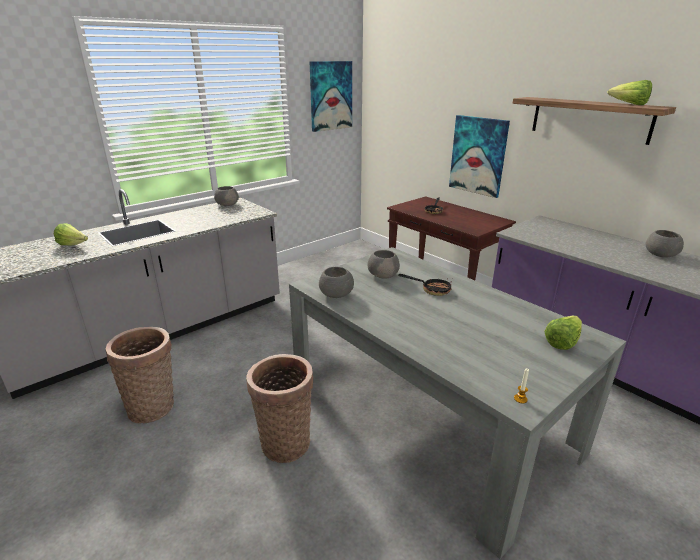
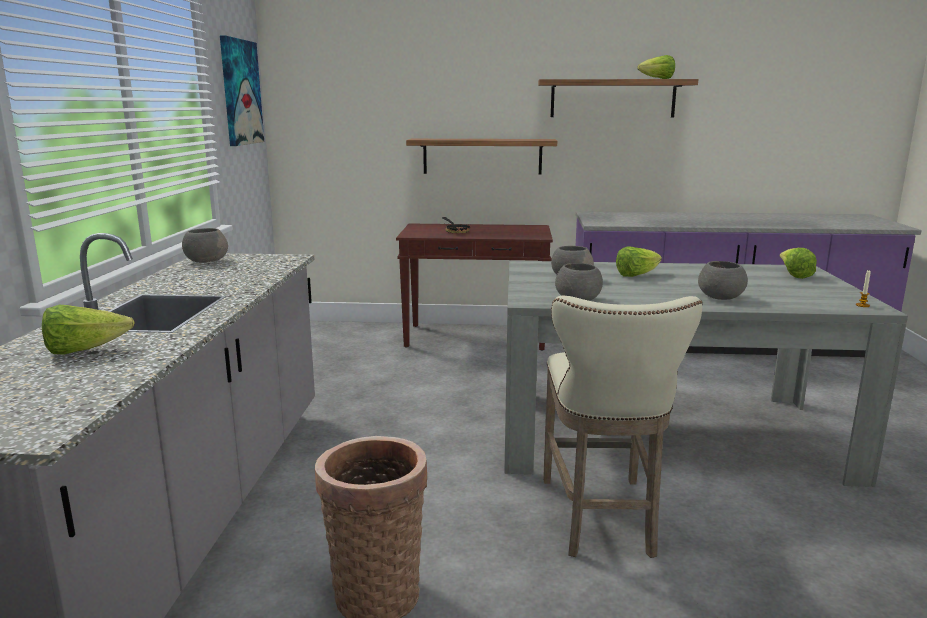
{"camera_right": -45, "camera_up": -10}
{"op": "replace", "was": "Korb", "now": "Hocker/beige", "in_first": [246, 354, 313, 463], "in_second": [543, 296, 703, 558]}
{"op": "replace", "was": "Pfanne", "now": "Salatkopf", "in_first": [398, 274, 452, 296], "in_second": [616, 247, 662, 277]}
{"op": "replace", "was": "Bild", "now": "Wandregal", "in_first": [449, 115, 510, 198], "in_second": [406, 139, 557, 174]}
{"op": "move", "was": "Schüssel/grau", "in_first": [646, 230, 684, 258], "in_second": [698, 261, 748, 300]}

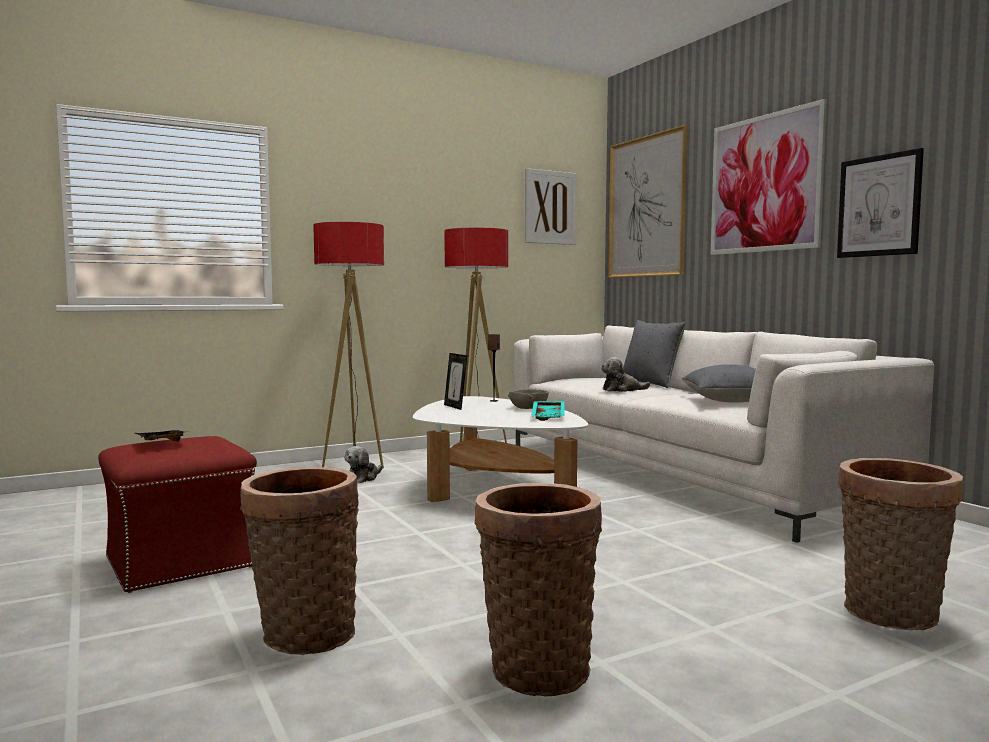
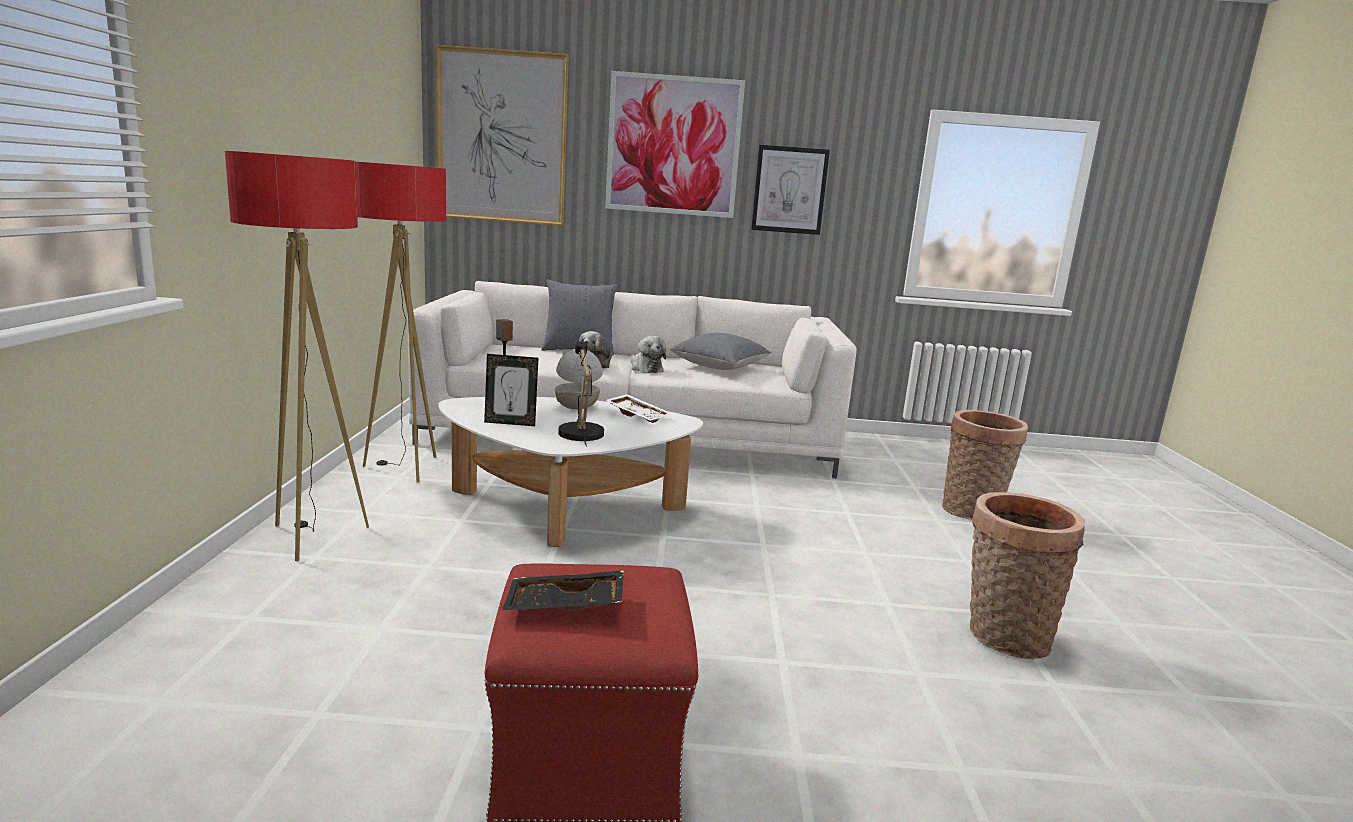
{"camera_right": -60, "camera_up": 10}
{"op": "delete", "was": "Korb", "in_first": [240, 467, 359, 655]}
{"op": "move", "was": "Plüschtier", "in_first": [345, 446, 382, 483], "in_second": [631, 336, 666, 373]}
{"op": "delete", "was": "Bild", "in_first": [525, 168, 576, 245]}
{"op": "recolor", "was": "Tablett/türkis", "now": "Tablett/weiß", "in_first": [531, 401, 565, 421], "in_second": [606, 394, 672, 423]}
{"op": "insert", "now": "Tischlampe", "in_second": [556, 339, 604, 447]}

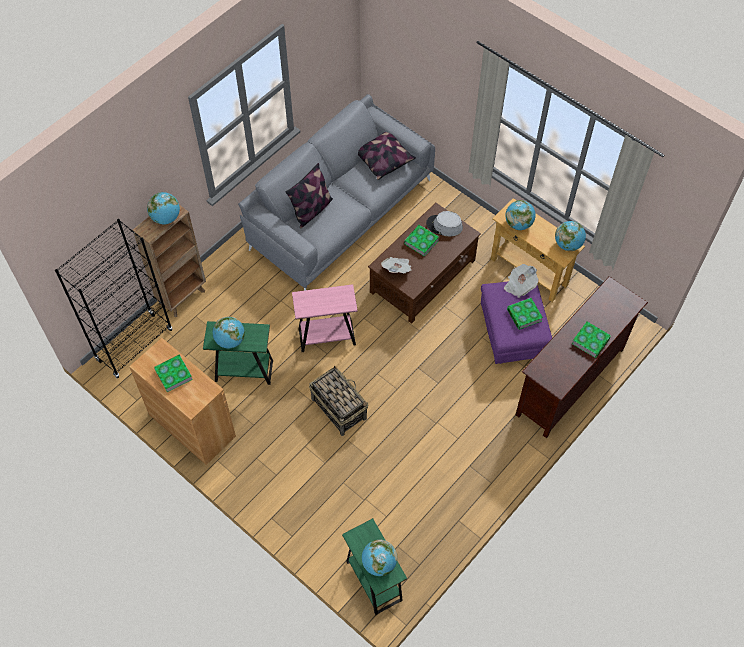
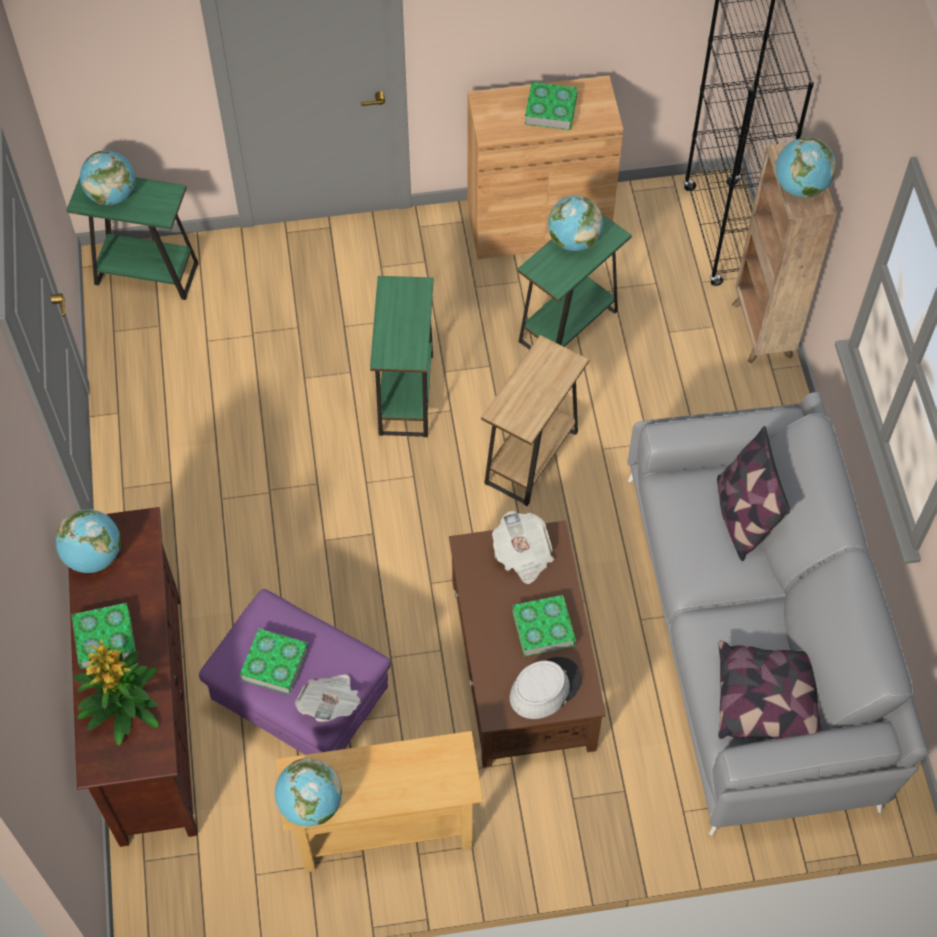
{"camera_right": 130, "camera_up": 0}
{"op": "recolor", "was": "Beistelltisch/rosa", "now": "Beistelltisch/braun", "in_first": [292, 284, 358, 352], "in_second": [481, 335, 589, 506]}
{"op": "replace", "was": "Korb", "now": "Beistelltisch/grün", "in_first": [309, 366, 369, 436], "in_second": [370, 276, 433, 437]}
{"op": "move", "was": "Globus", "in_first": [505, 200, 536, 230], "in_second": [56, 509, 121, 573]}
{"op": "insert", "now": "Topfpflanze", "in_second": [74, 638, 158, 745]}

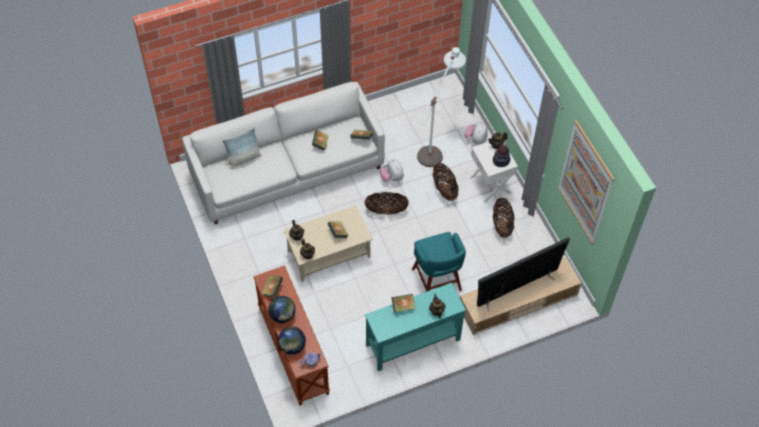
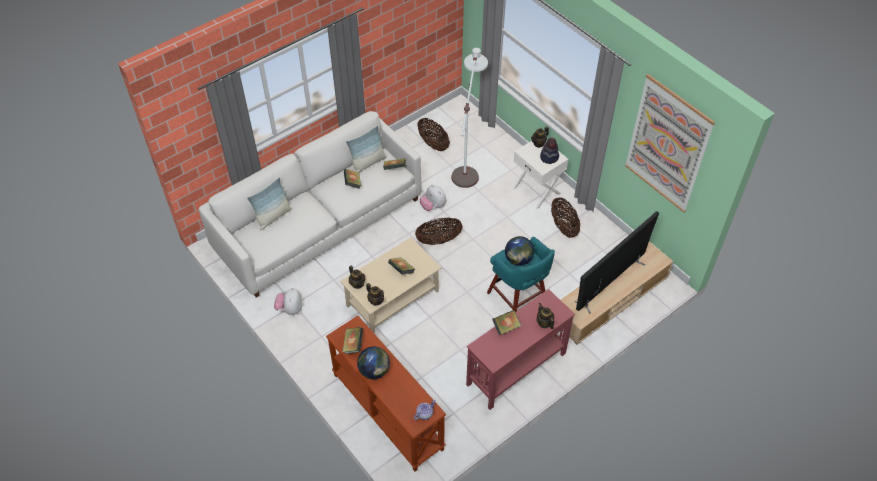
{"camera_right": -15, "camera_up": -5}
{"op": "move", "was": "Globus", "in_first": [278, 327, 306, 355], "in_second": [505, 236, 534, 266]}
{"op": "recolor", "was": "Konsolentisch/türkis", "now": "Konsolentisch/rot", "in_first": [365, 283, 466, 371], "in_second": [466, 289, 575, 410]}
{"op": "move", "was": "Korb", "in_first": [433, 163, 459, 201], "in_second": [417, 118, 450, 151]}
{"op": "move", "was": "Plüschtier", "in_first": [464, 123, 488, 144], "in_second": [274, 288, 302, 315]}
{"op": "insert", "now": "Kissen", "in_second": [346, 126, 386, 172]}

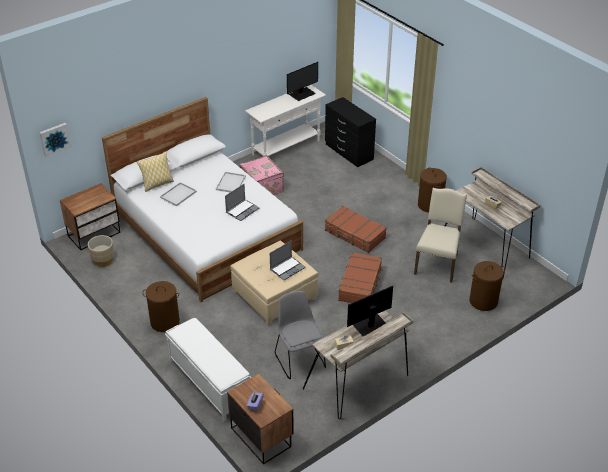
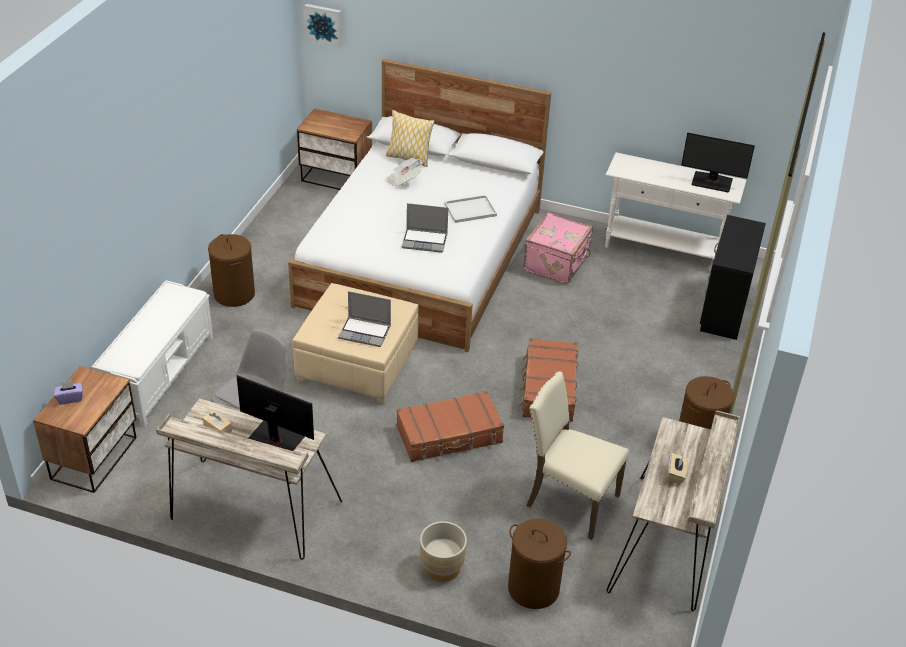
{"camera_right": 55, "camera_up": 0}
{"op": "move", "was": "Pflanzkübel/beige", "in_first": [88, 235, 114, 267], "in_second": [420, 521, 467, 582]}
{"op": "replace", "was": "Tablett/weiß", "now": "Zeitung", "in_first": [160, 182, 197, 206], "in_second": [385, 158, 422, 188]}
{"op": "rotate", "was": "Stuhl/beige", "in_first": [414, 188, 467, 283], "in_second": [526, 371, 629, 540], "clockwise": -135}

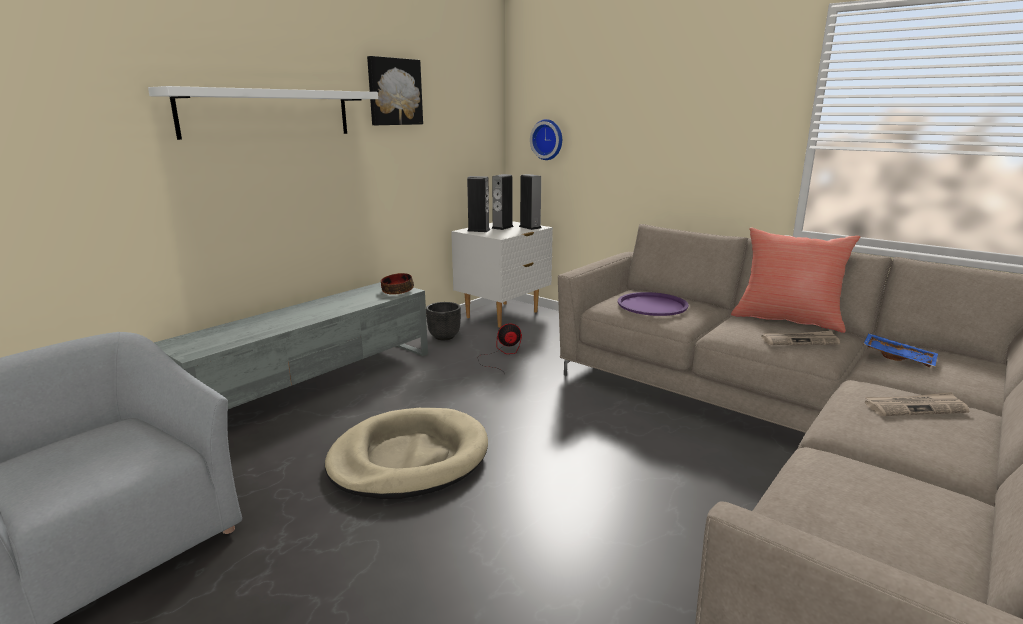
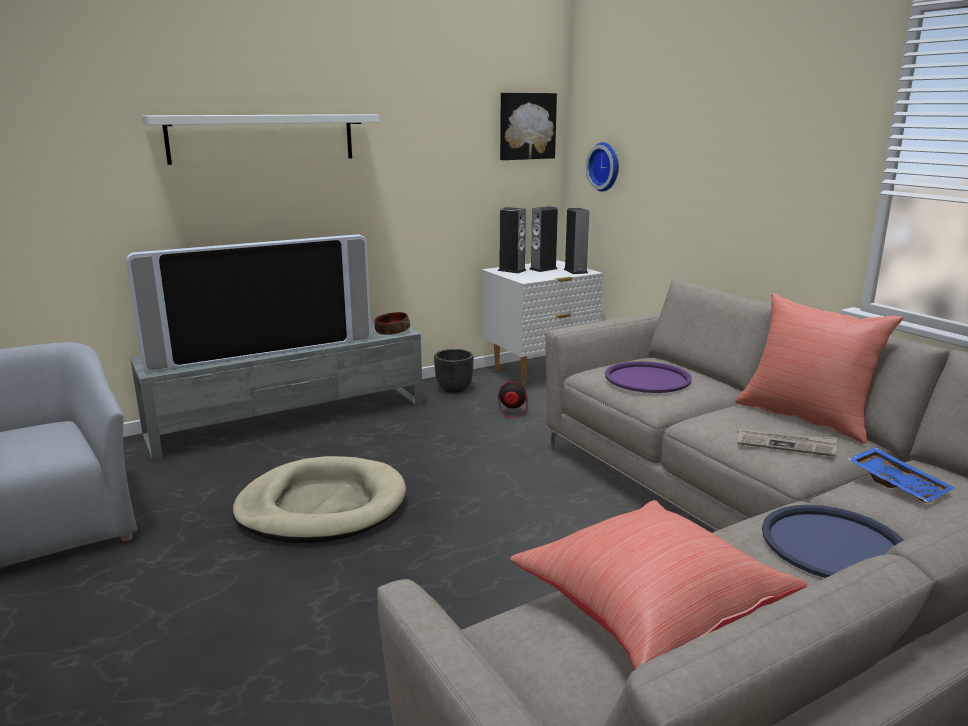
{"camera_right": 20, "camera_up": 0}
{"op": "move", "was": "Bild", "in_first": [367, 56, 423, 125], "in_second": [500, 93, 557, 160]}
{"op": "replace", "was": "Zeitung", "now": "Tablett/blau", "in_first": [865, 392, 969, 416], "in_second": [762, 505, 904, 578]}
{"op": "insert", "now": "Fernseher", "in_second": [126, 234, 371, 372]}
{"op": "insert", "now": "Kissen/rot", "in_second": [510, 500, 807, 670]}

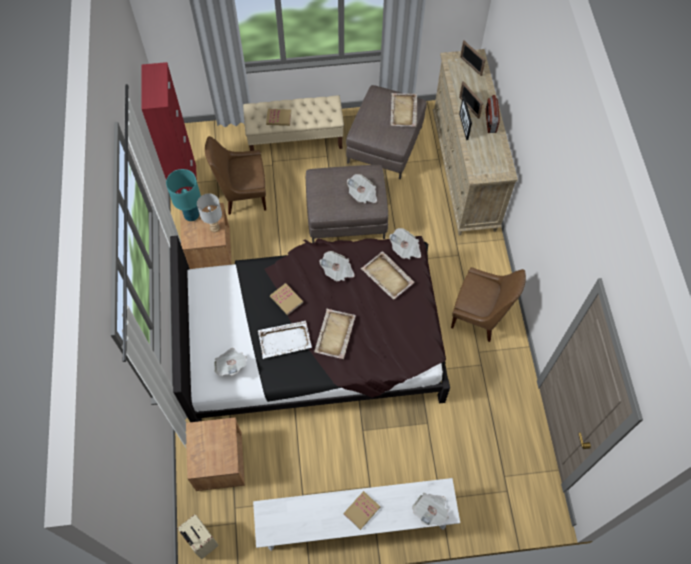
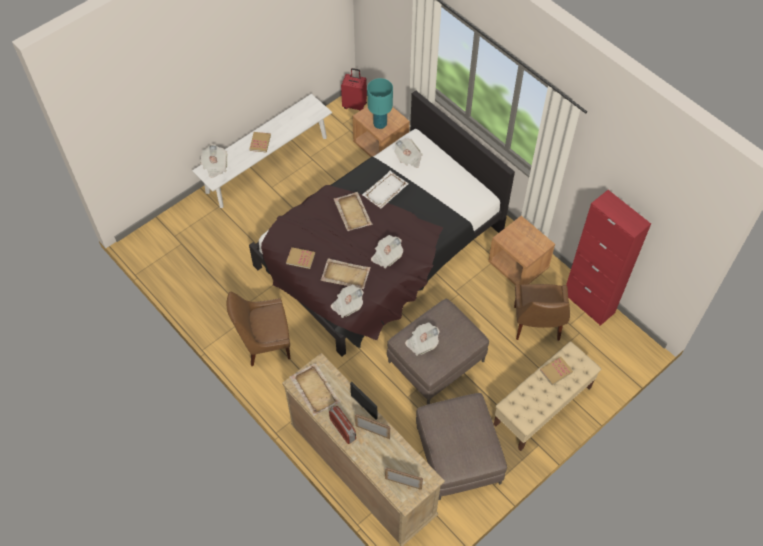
{"camera_right": 145, "camera_up": -5}
{"op": "move", "was": "Tischlampe/türkis", "in_first": [166, 169, 201, 221], "in_second": [367, 78, 393, 129]}
{"op": "recolor", "was": "Koffer/beige", "now": "Koffer/rot", "in_first": [178, 514, 219, 559], "in_second": [341, 68, 367, 111]}
{"op": "delete", "was": "Tischlampe/grau", "in_first": [197, 193, 222, 232]}
{"op": "rotate", "was": "Stuhl/braun", "in_first": [205, 136, 266, 215], "in_second": [514, 284, 570, 341], "clockwise": 135}
{"op": "move", "was": "Buch", "in_first": [270, 283, 303, 315], "in_second": [286, 247, 315, 269]}
{"op": "move", "was": "Tablett/beige", "in_first": [390, 93, 417, 127], "in_second": [290, 363, 341, 416]}

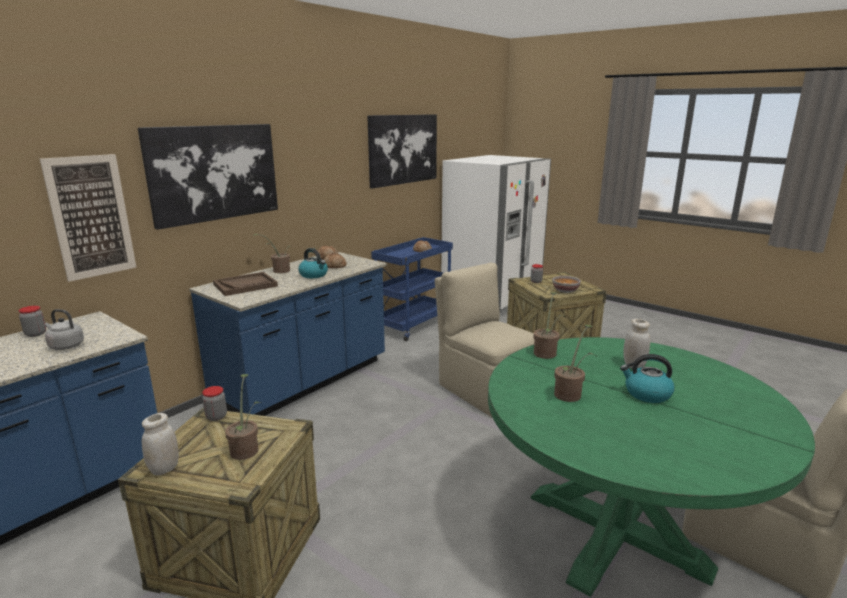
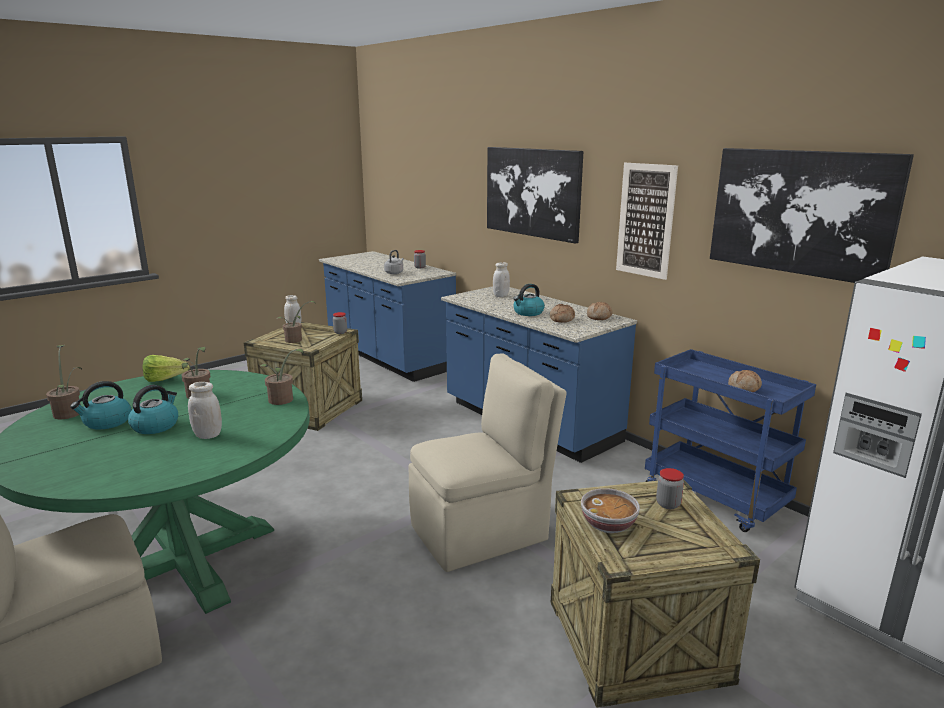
{"camera_right": 100, "camera_up": 0}
{"op": "move", "was": "Bild", "in_first": [40, 154, 136, 282], "in_second": [616, 163, 678, 280]}
{"op": "replace", "was": "Tablett/braun", "now": "Vorratsglas/weiß", "in_first": [213, 272, 278, 296], "in_second": [493, 262, 510, 297]}
{"op": "move", "was": "Topfpflanze", "in_first": [252, 234, 293, 273], "in_second": [46, 345, 82, 419]}
{"op": "insert", "now": "Wasserkessel", "in_second": [70, 381, 131, 430]}
{"op": "insert", "now": "Salatkopf", "in_second": [143, 355, 190, 382]}

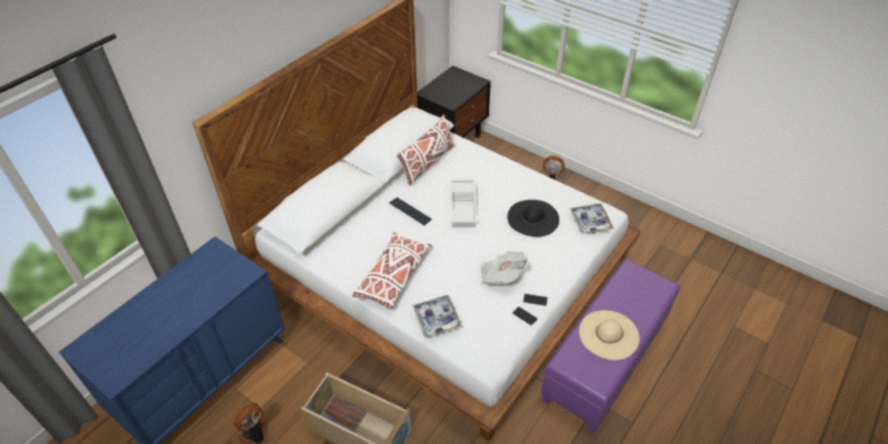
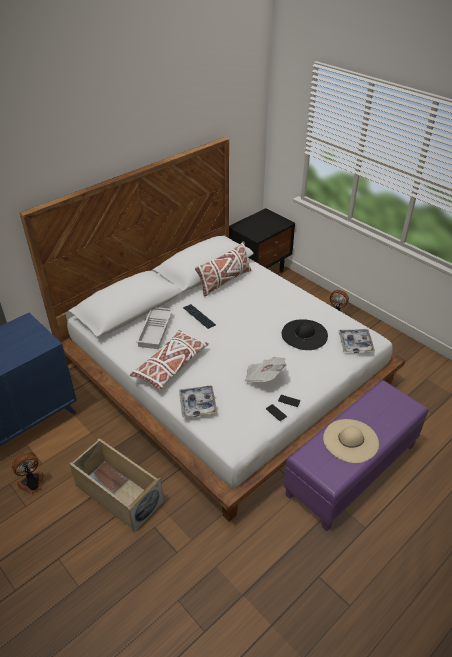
{"camera_right": 10, "camera_up": -5}
{"op": "move", "was": "Tablett/weiß", "in_first": [451, 179, 477, 227], "in_second": [136, 307, 173, 349]}

